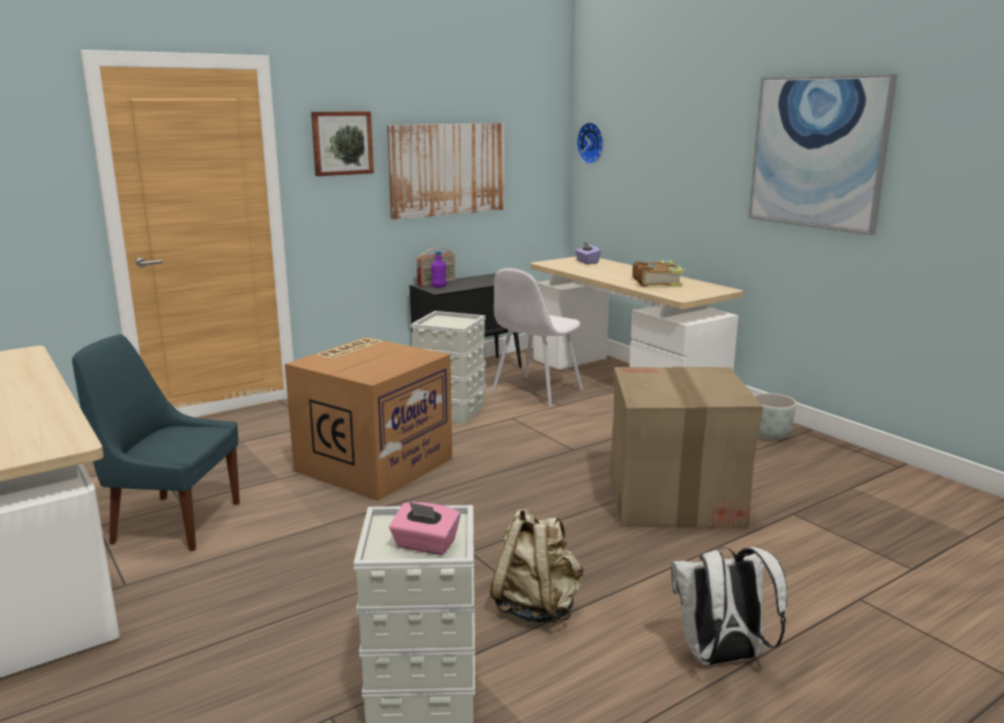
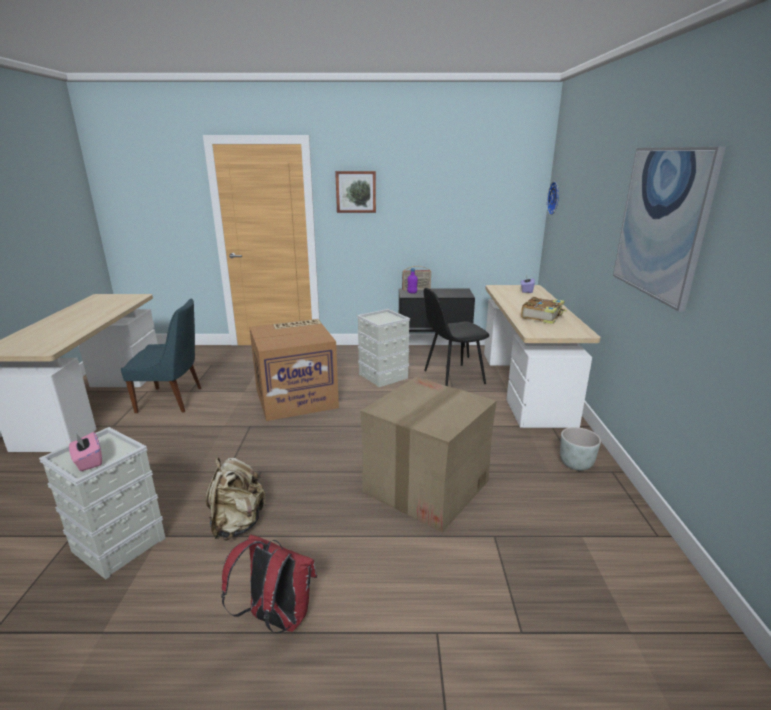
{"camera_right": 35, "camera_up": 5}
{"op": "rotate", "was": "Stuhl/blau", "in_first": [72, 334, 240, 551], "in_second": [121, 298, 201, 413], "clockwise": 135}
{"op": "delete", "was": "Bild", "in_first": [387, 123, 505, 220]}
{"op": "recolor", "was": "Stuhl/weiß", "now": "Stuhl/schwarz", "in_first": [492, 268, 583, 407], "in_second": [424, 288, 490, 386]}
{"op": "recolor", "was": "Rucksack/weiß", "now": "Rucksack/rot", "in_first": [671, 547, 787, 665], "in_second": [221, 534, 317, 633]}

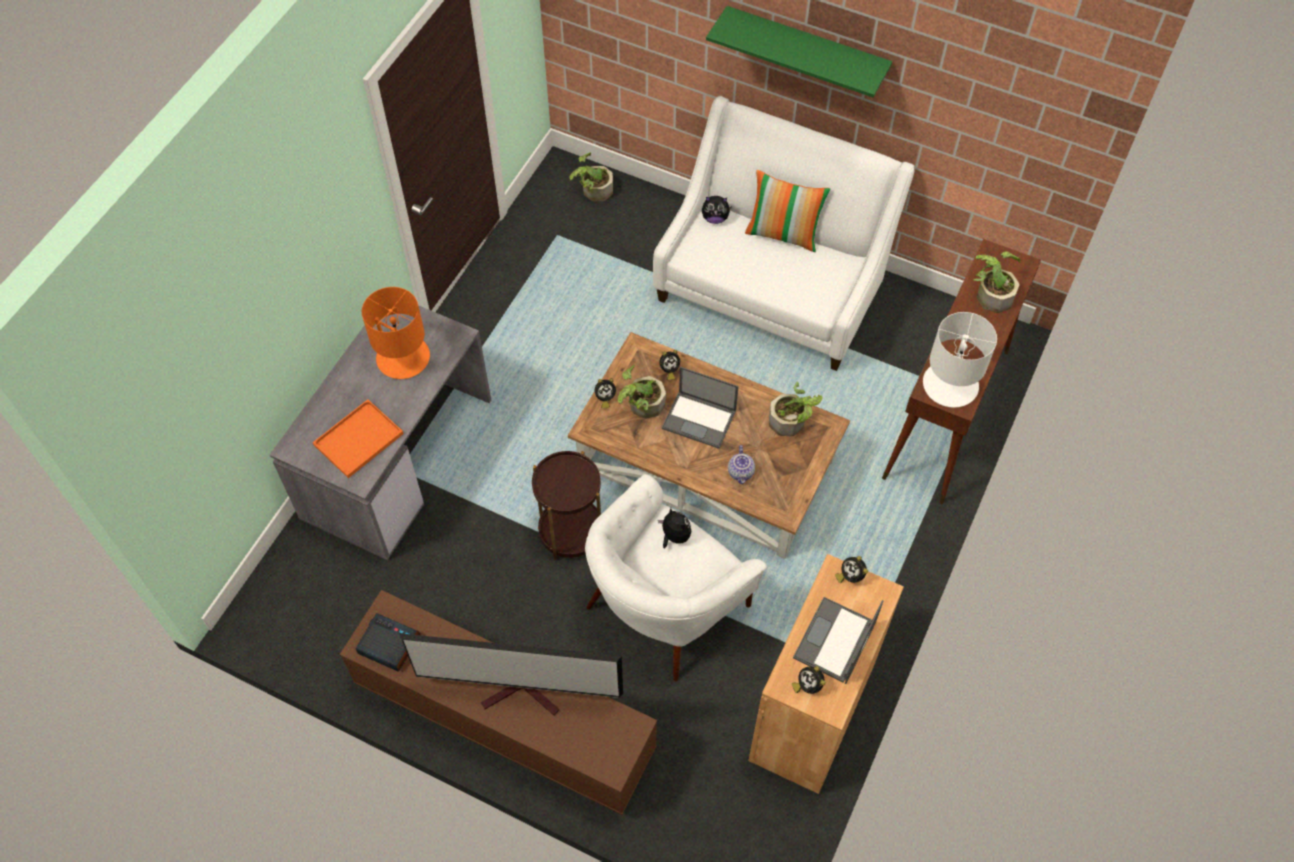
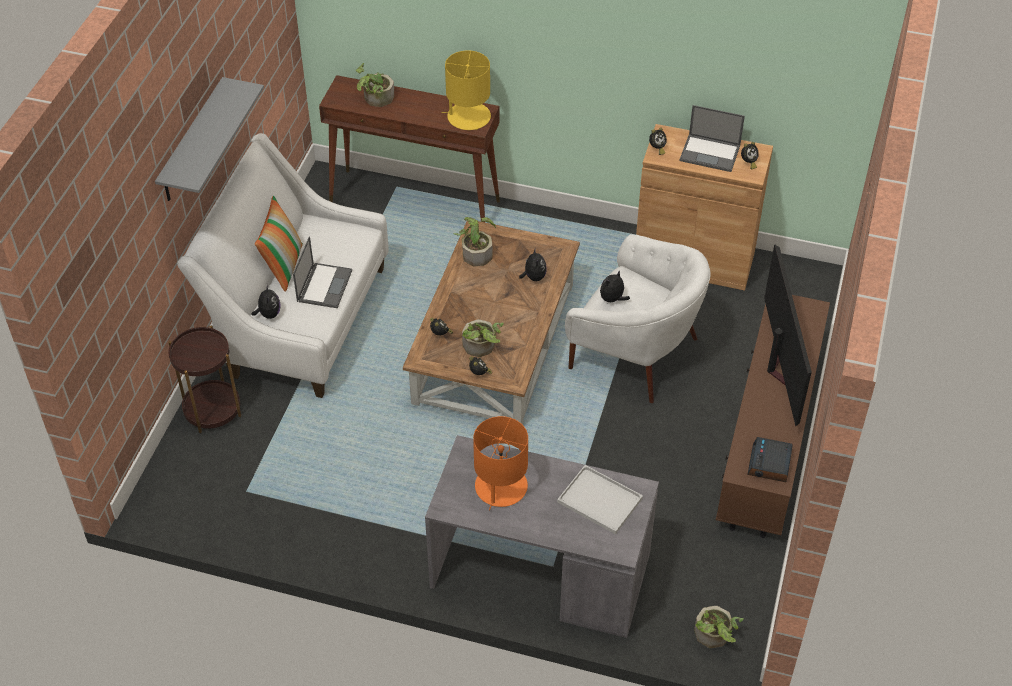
{"camera_right": -100, "camera_up": -10}
{"op": "recolor", "was": "Tablett/orange", "now": "Tablett/weiß", "in_first": [313, 399, 404, 478], "in_second": [557, 465, 643, 534]}
{"op": "move", "was": "Beistelltisch/braun", "in_first": [532, 451, 601, 560], "in_second": [169, 325, 241, 433]}
{"op": "move", "was": "Topfpflanze", "in_first": [569, 153, 613, 201], "in_second": [694, 606, 744, 648]}
{"op": "move", "was": "Laptop", "in_first": [662, 367, 739, 449], "in_second": [293, 237, 352, 308]}
{"op": "recolor", "was": "Wandregal/grün", "now": "Wandregal/grau", "in_first": [706, 6, 892, 97], "in_second": [155, 77, 264, 201]}
{"op": "replace", "was": "Teekanne", "now": "Plüschtier", "in_first": [728, 445, 755, 484], "in_second": [519, 247, 547, 281]}
{"op": "recolor", "was": "Tischlampe/weiß", "now": "Tischlampe/gelb", "in_first": [923, 312, 997, 407], "in_second": [441, 50, 491, 130]}

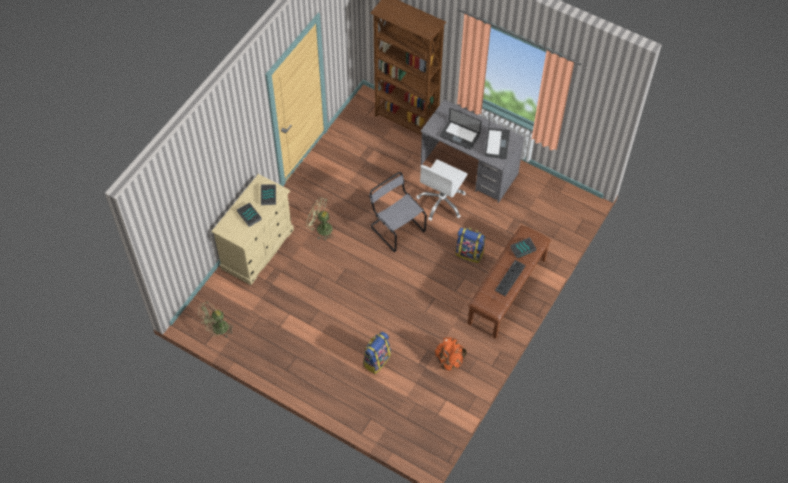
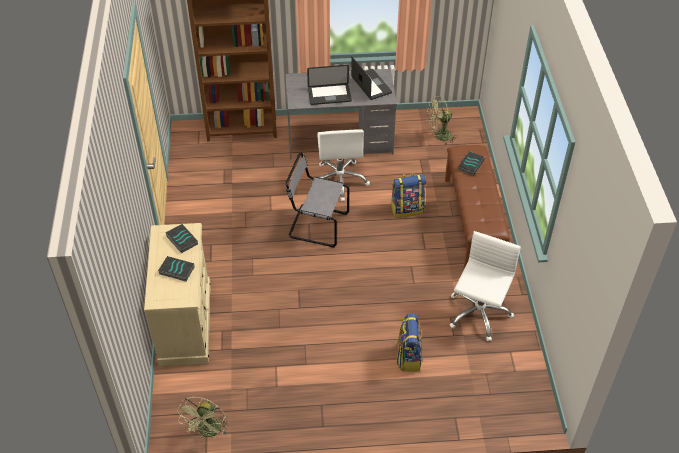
{"camera_right": -35, "camera_up": -10}
{"op": "move", "was": "Ventilator/grün", "in_first": [306, 197, 333, 240], "in_second": [427, 96, 458, 145]}
{"op": "replace", "was": "Rucksack/orange", "now": "Bürostuhl/weiß", "in_first": [435, 337, 467, 371], "in_second": [450, 231, 521, 341]}
{"op": "delete", "was": "Tastatur", "in_first": [495, 260, 526, 296]}

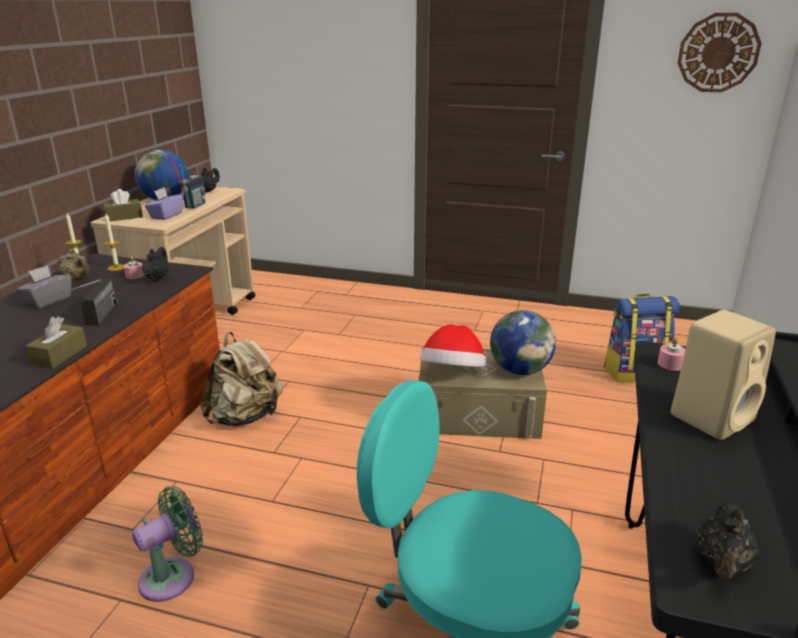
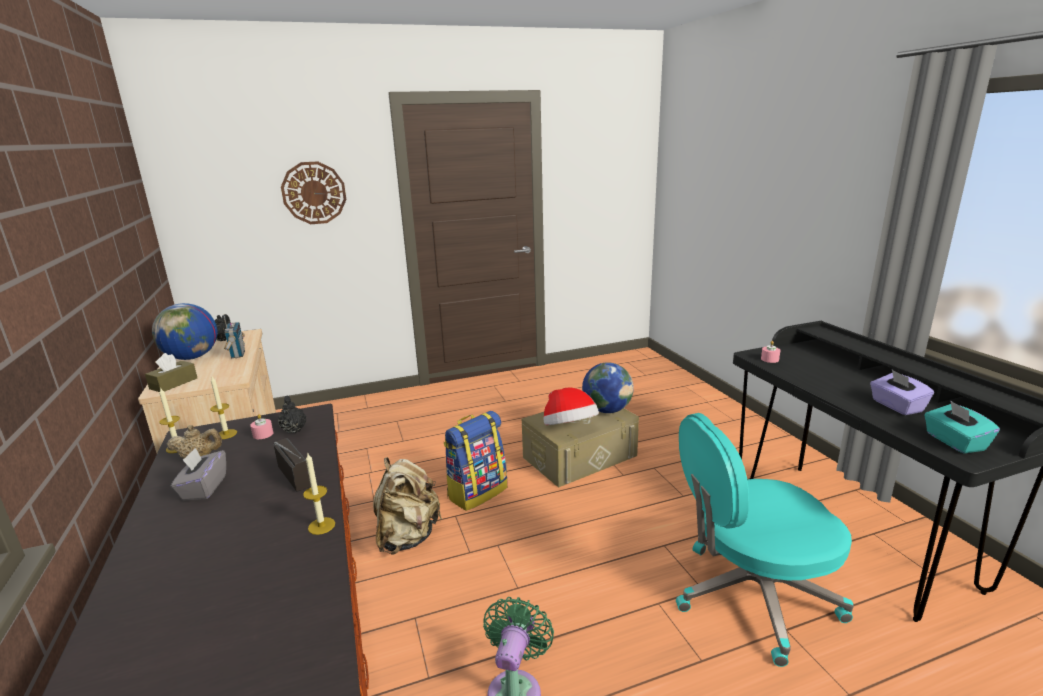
{"camera_right": -35, "camera_up": -5}
{"op": "replace", "was": "Taschentuchbox/braun", "now": "Kerze", "in_first": [25, 317, 87, 369], "in_second": [303, 452, 335, 535]}
{"op": "move", "was": "Taschentuchbox/lila", "in_first": [145, 187, 183, 220], "in_second": [870, 370, 934, 415]}
{"op": "move", "was": "Rucksack", "in_first": [604, 294, 680, 382], "in_second": [444, 411, 507, 511]}
{"op": "delete", "was": "Lautsprecher/beige", "in_first": [671, 310, 776, 440]}
{"op": "move", "was": "Wanduhr", "in_first": [678, 13, 762, 92], "in_second": [281, 161, 346, 224]}
{"op": "replace", "was": "Teekanne/schwarz", "now": "Taschentuchbox/türkis", "in_first": [697, 502, 758, 580], "in_second": [924, 400, 1000, 454]}

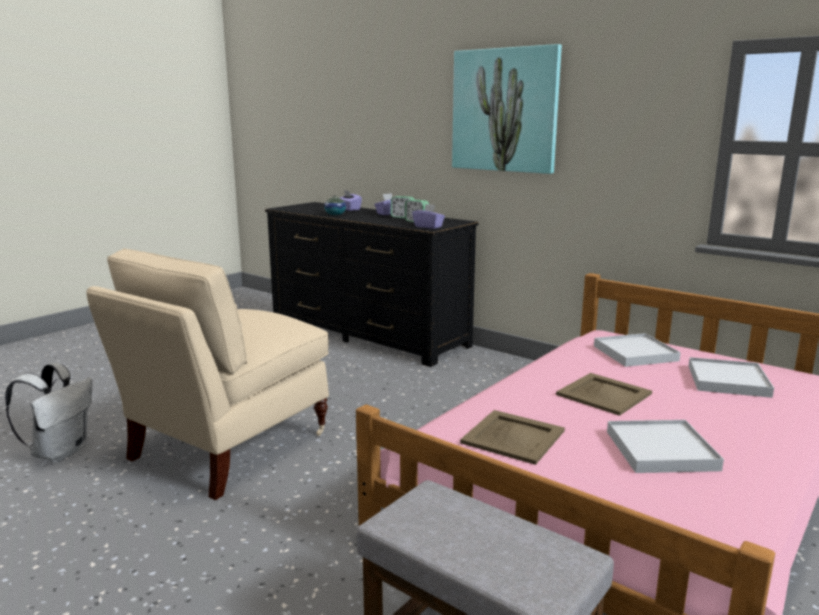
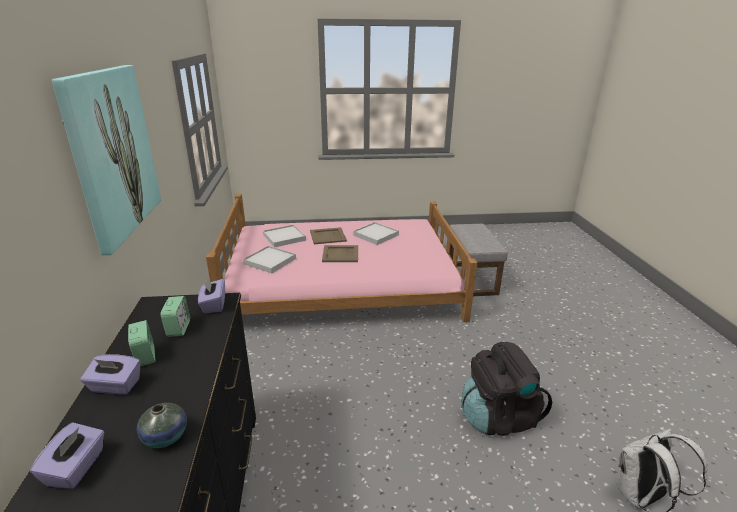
{"camera_right": -135, "camera_up": 10}
{"op": "replace", "was": "Stuhl/beige", "now": "Rucksack/schwarz", "in_first": [86, 248, 329, 500], "in_second": [461, 342, 552, 436]}
{"op": "move", "was": "Tablett/beige", "in_first": [460, 410, 565, 465], "in_second": [310, 227, 347, 244]}

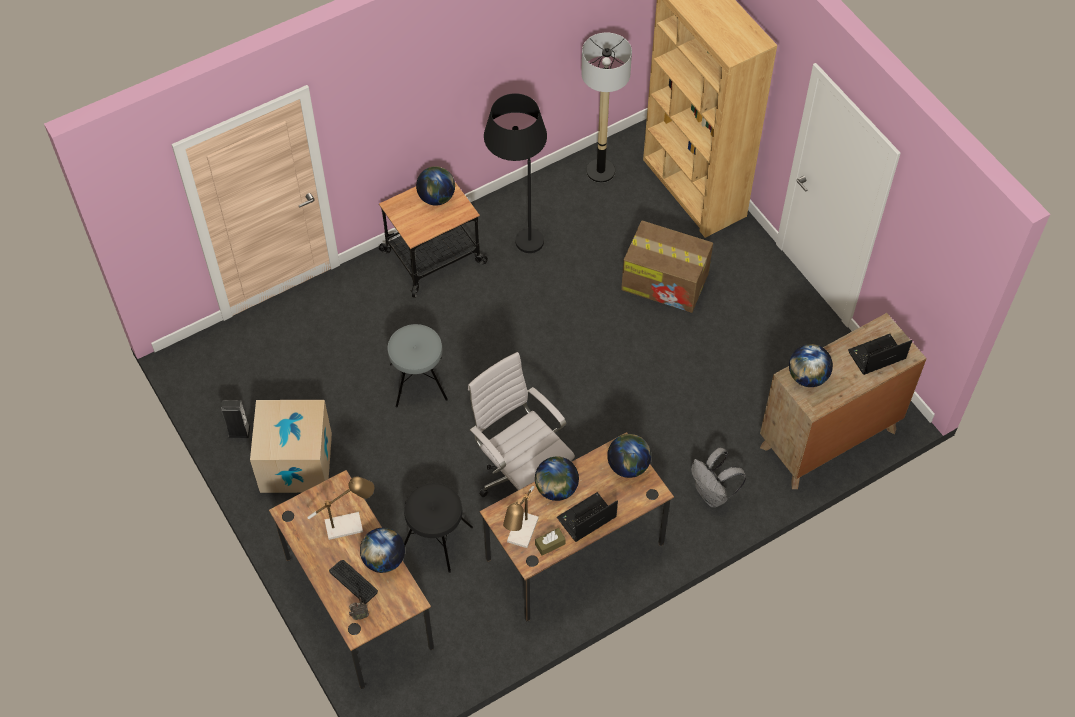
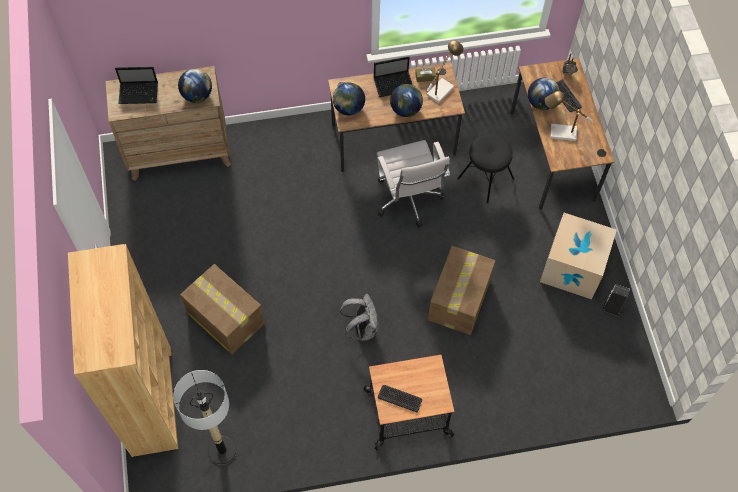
{"camera_right": -160, "camera_up": 5}
{"op": "replace", "was": "Hocker/grau", "now": "Karton", "in_first": [388, 324, 448, 408], "in_second": [428, 246, 496, 335]}
{"op": "replace", "was": "Globus", "now": "Tastatur", "in_first": [416, 166, 455, 206], "in_second": [378, 385, 422, 412]}
{"op": "delete", "was": "Stehlampe/schwarz", "in_first": [484, 93, 547, 253]}
{"op": "move", "was": "Rucksack/grau", "in_first": [691, 447, 746, 508], "in_second": [340, 294, 379, 341]}

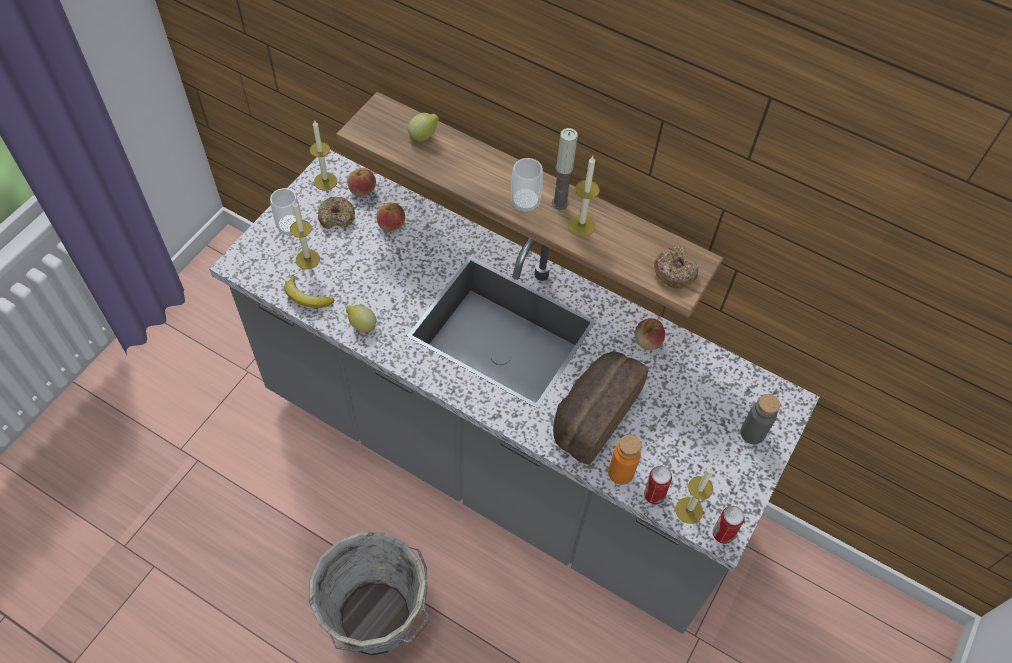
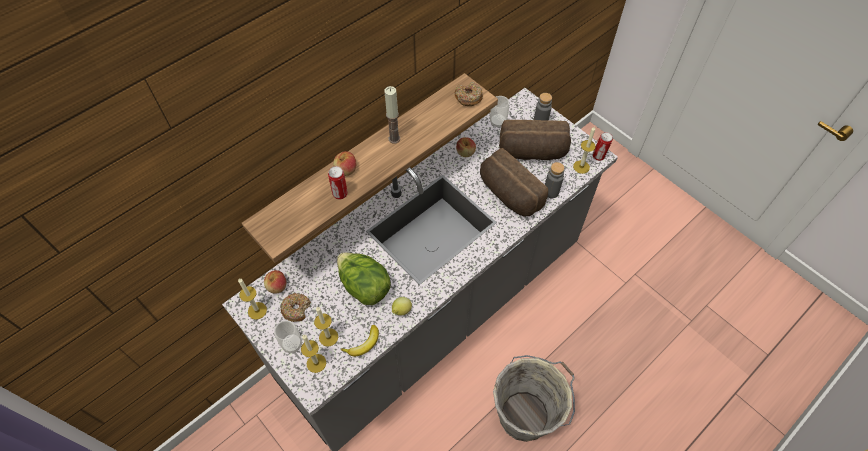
{"camera_right": -70, "camera_up": 0}
{"op": "move", "was": "Apfel", "in_first": [376, 203, 405, 231], "in_second": [333, 151, 356, 176]}
{"op": "delete", "was": "Zitrone", "in_first": [408, 113, 439, 141]}
{"op": "move", "was": "Tasse", "in_first": [511, 158, 543, 213], "in_second": [490, 96, 509, 128]}
{"op": "move", "was": "Kerze", "in_first": [568, 156, 600, 237], "in_second": [301, 334, 326, 373]}
{"op": "recolor", "was": "Flasche/orange", "now": "Flasche/grau", "in_first": [608, 434, 641, 485], "in_second": [545, 162, 565, 198]}
{"op": "move", "was": "Dose", "in_first": [644, 465, 672, 504], "in_second": [328, 166, 348, 199]}
{"op": "insert", "now": "Salatkopf", "in_second": [337, 252, 391, 305]}
{"op": "insert", "now": "Brot", "in_second": [499, 120, 571, 160]}

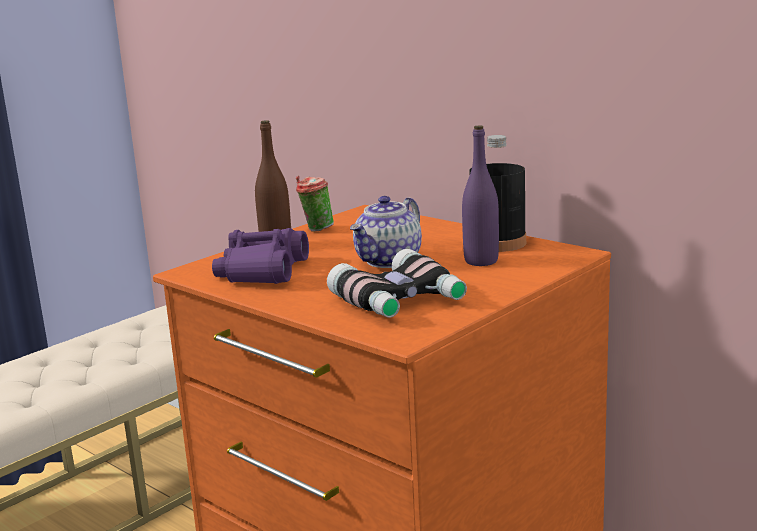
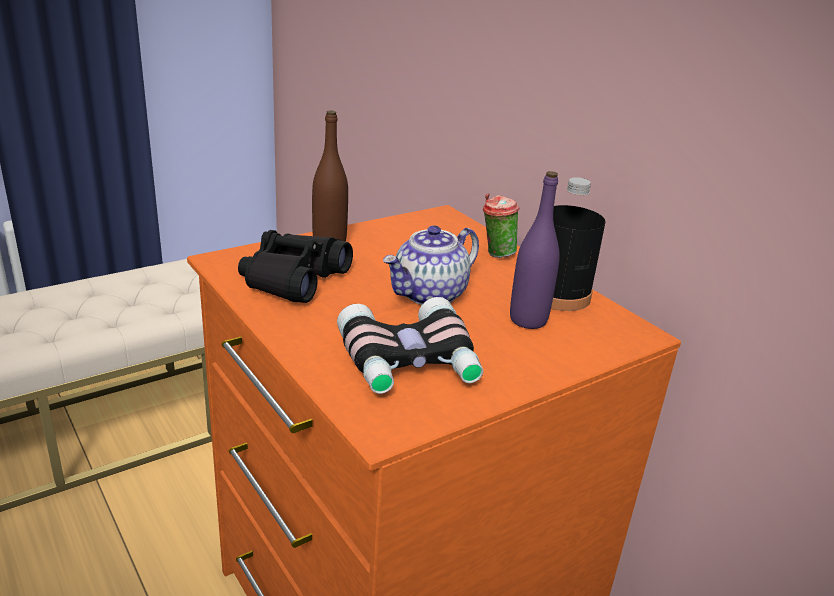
{"camera_right": 10, "camera_up": 10}
{"op": "recolor", "was": "Fernglas/lila", "now": "Fernglas/schwarz", "in_first": [212, 228, 309, 284], "in_second": [238, 230, 353, 303]}
{"op": "move", "was": "Tasse", "in_first": [296, 175, 334, 232], "in_second": [483, 193, 519, 258]}

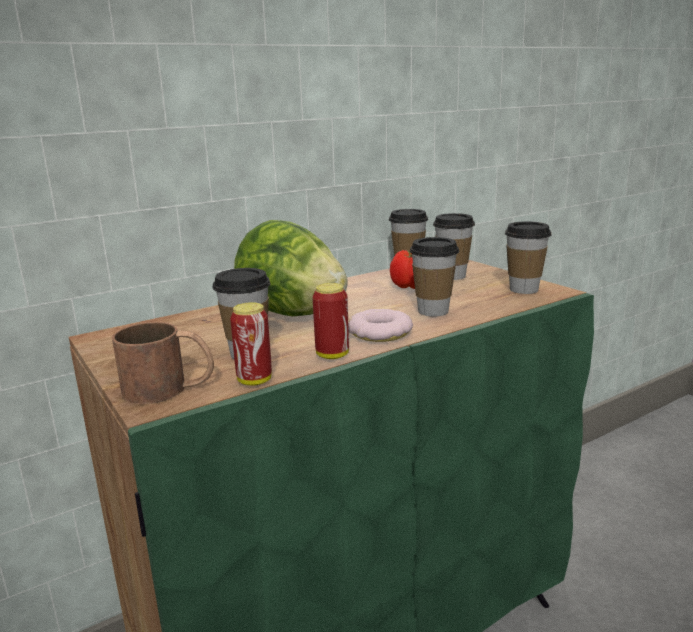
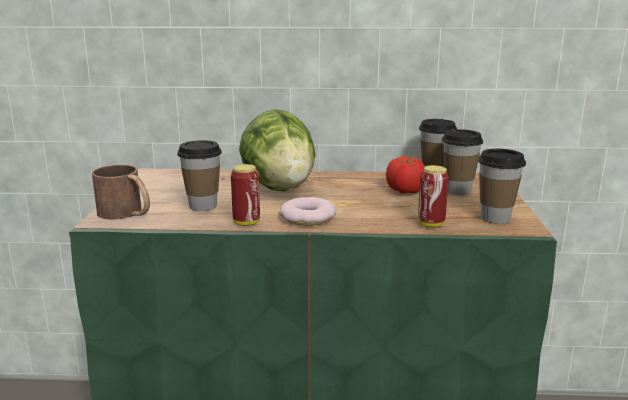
{"camera_right": 35, "camera_up": 0}
{"op": "move", "was": "Dose", "in_first": [230, 302, 272, 386], "in_second": [418, 165, 449, 228]}
{"op": "delete", "was": "Tasse", "in_first": [410, 237, 459, 317]}

